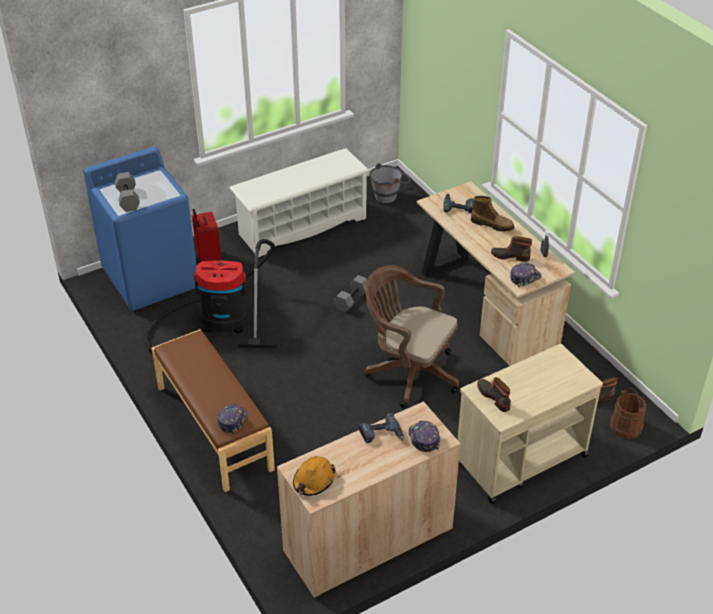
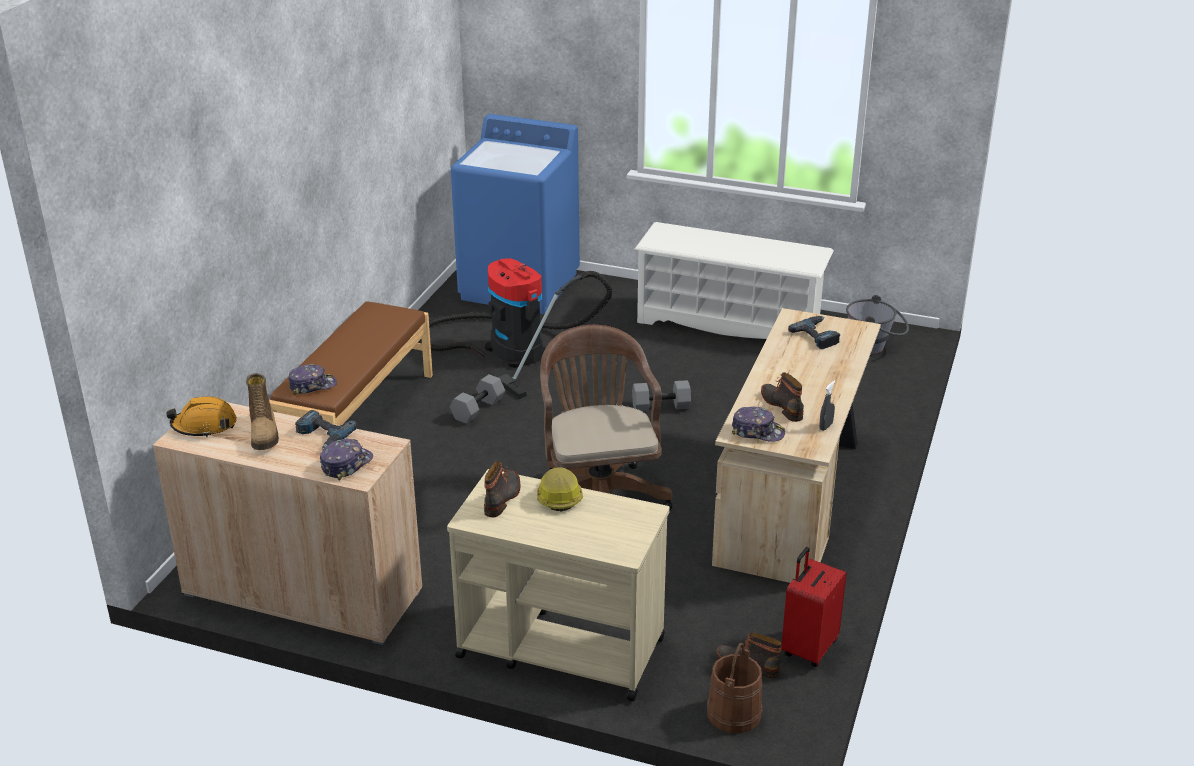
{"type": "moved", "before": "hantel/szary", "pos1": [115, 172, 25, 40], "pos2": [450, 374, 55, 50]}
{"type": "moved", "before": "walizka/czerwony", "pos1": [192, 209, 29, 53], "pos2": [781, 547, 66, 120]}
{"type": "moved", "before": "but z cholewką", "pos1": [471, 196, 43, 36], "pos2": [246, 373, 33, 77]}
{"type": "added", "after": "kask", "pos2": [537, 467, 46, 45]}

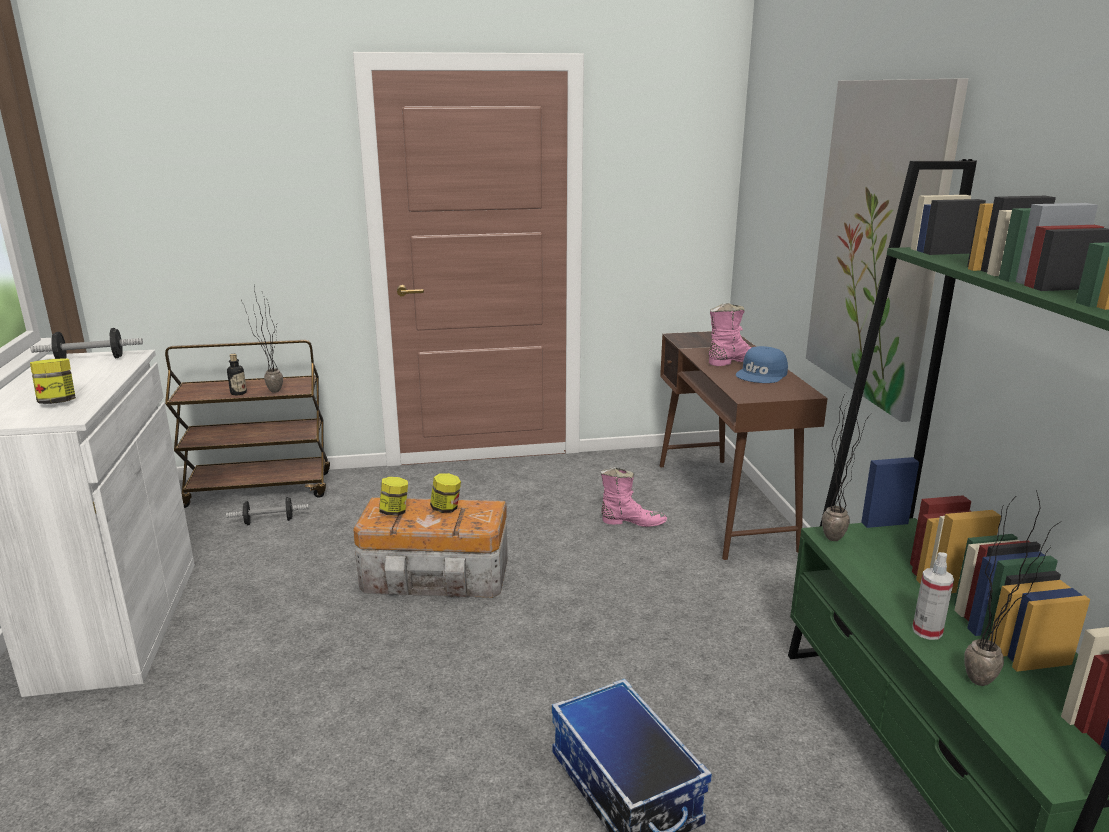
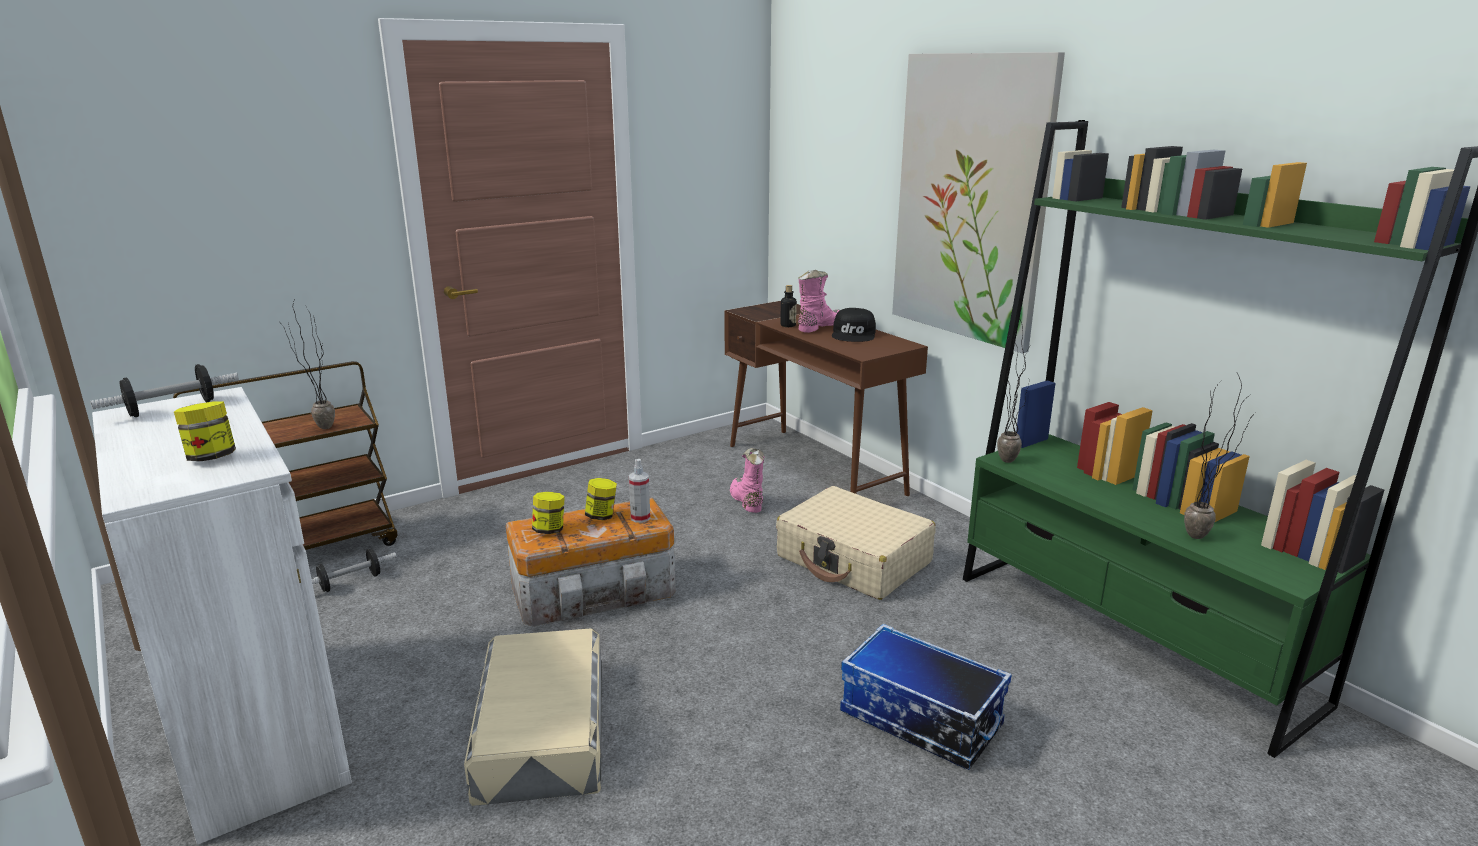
{"type": "moved", "before": "butelka", "pos1": [227, 354, 20, 41], "pos2": [780, 285, 17, 42]}
{"type": "turned", "before": "but z cholewką/różowy", "pos1": [601, 467, 66, 60], "pos2": [730, 448, 34, 65], "turn": -90}
{"type": "recoloured", "before": "czapka z daszkiem/niebieski", "after": "czapka z daszkiem/czarny", "pos1": [736, 346, 52, 37], "pos2": [832, 308, 44, 34]}
{"type": "moved", "before": "spryskiwacz", "pos1": [912, 552, 42, 88], "pos2": [629, 459, 21, 64]}
{"type": "added", "after": "pojemnik do przechowywania/beżowy", "pos2": [464, 628, 138, 178]}
{"type": "added", "after": "walizka/beżowy", "pos2": [776, 486, 160, 114]}

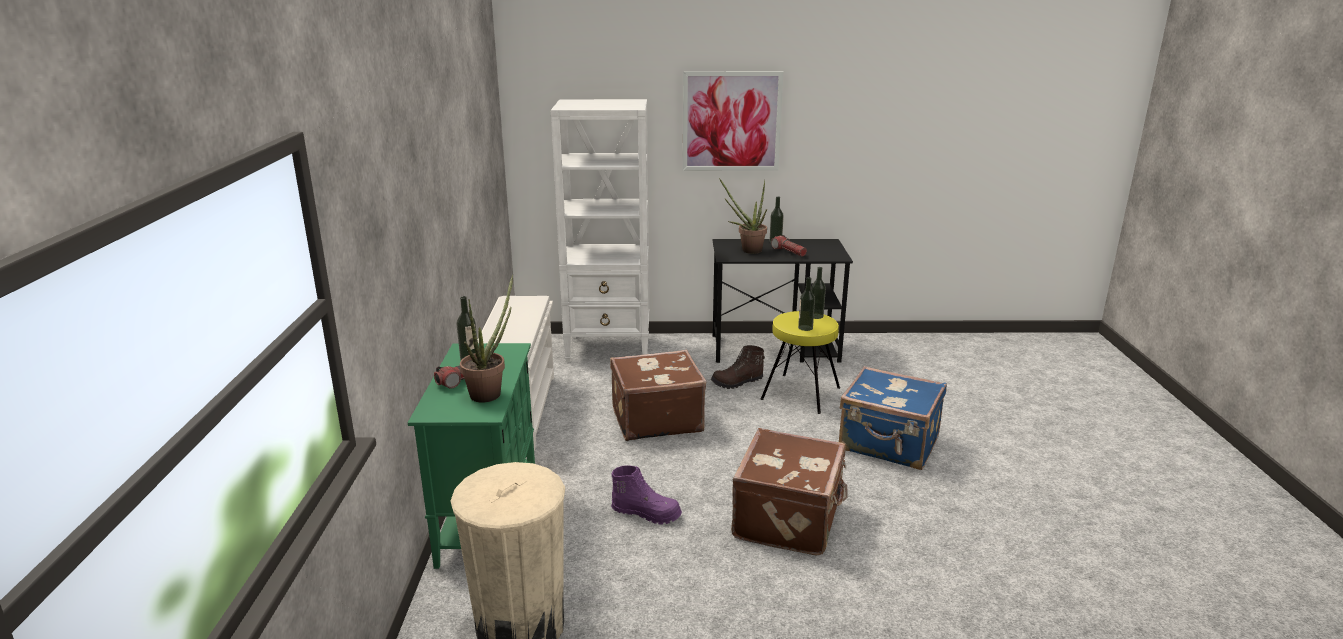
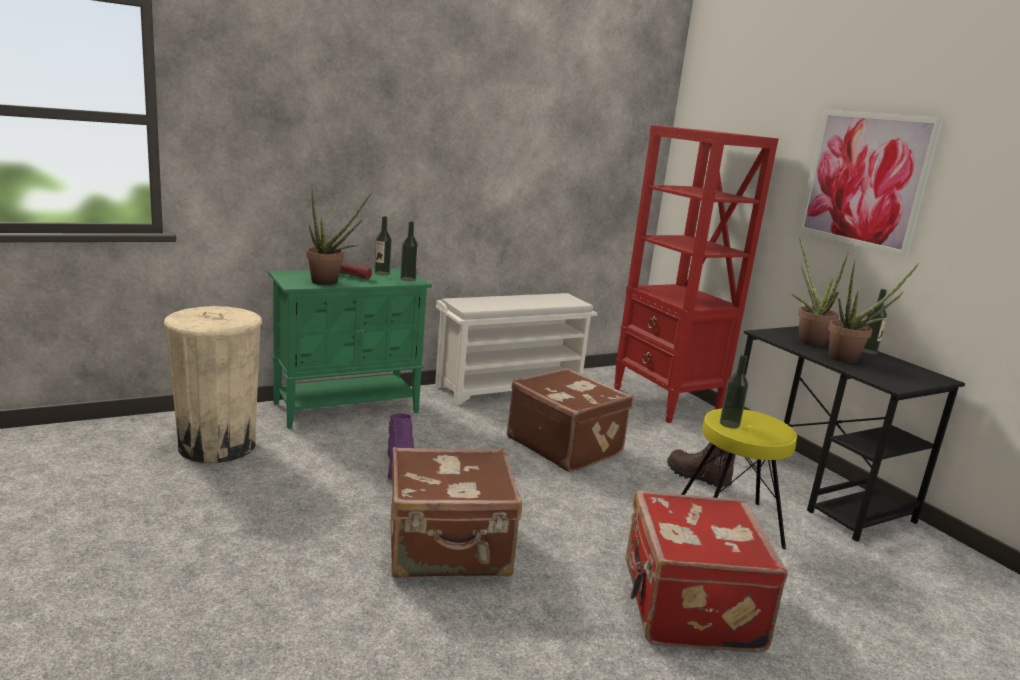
{"type": "recoloured", "before": "regał/biały", "after": "regał/czerwony", "pos1": [551, 99, 98, 263], "pos2": [614, 125, 165, 298]}
{"type": "replaced", "before": "latarka", "after": "roślina doniczkowa", "pos1": [771, 235, 36, 22], "pos2": [828, 260, 91, 103]}
{"type": "moved", "before": "butelka", "pos1": [811, 267, 15, 52], "pos2": [400, 221, 18, 60]}
{"type": "recoloured", "before": "walizka/niebieski", "after": "walizka/czerwony", "pos1": [839, 366, 108, 104], "pos2": [626, 490, 162, 163]}

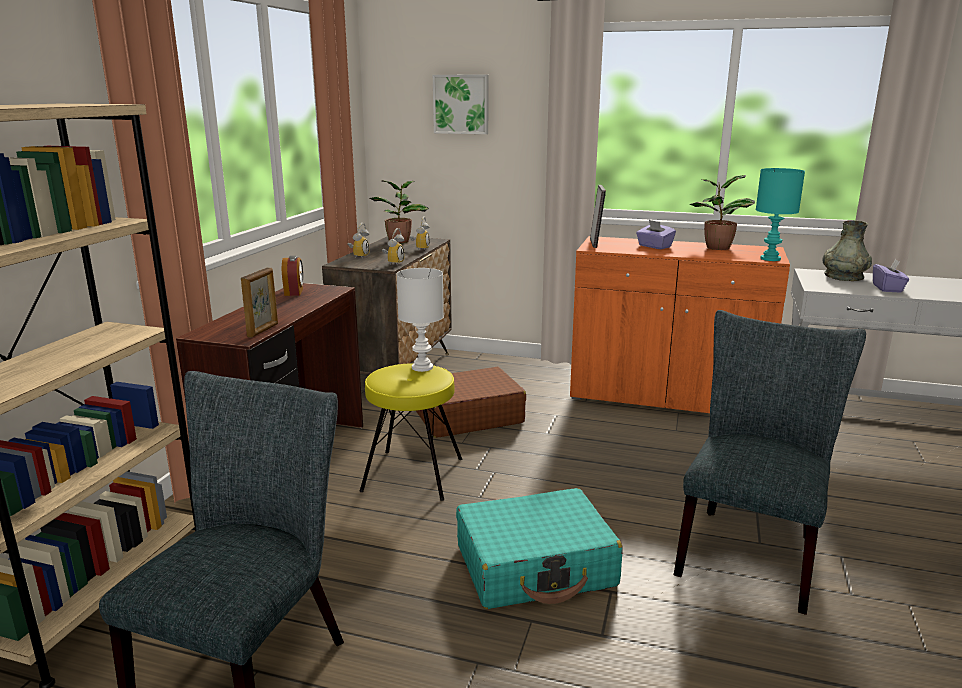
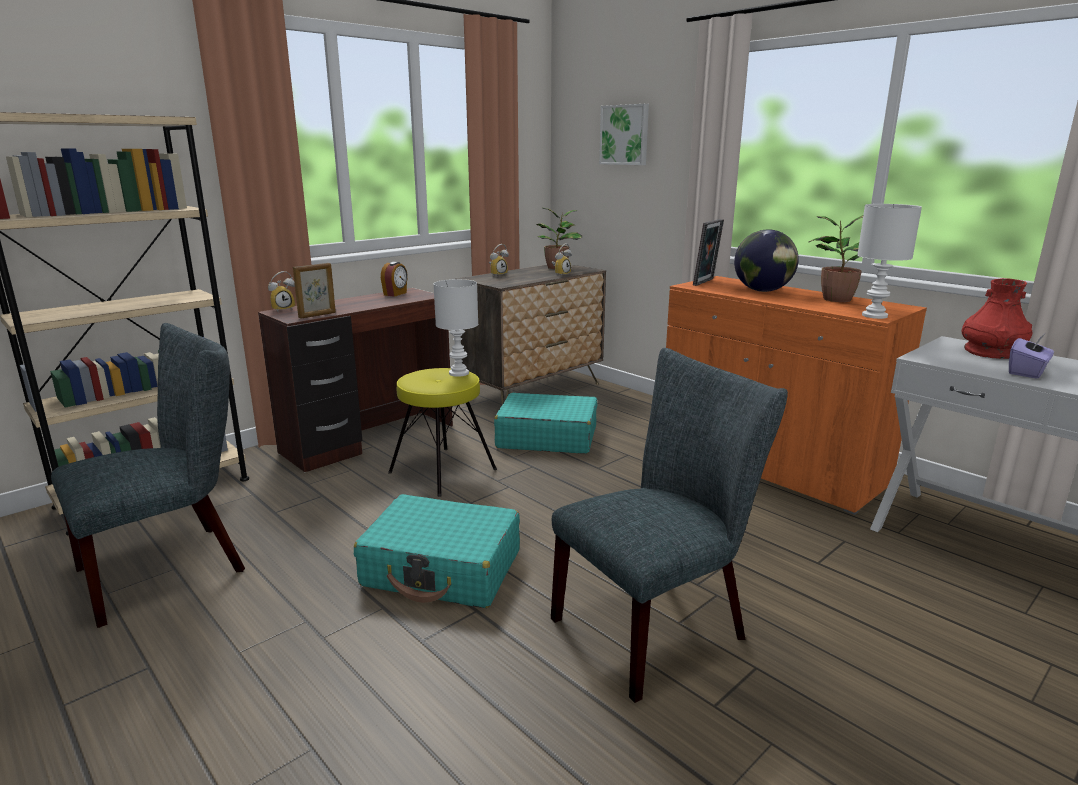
{"type": "moved", "before": "budzik", "pos1": [382, 228, 23, 38], "pos2": [268, 271, 27, 40]}
{"type": "recoloured", "before": "walizka/brązowy", "after": "walizka/turkusowy", "pos1": [416, 367, 110, 71], "pos2": [494, 393, 103, 61]}
{"type": "replaced", "before": "pudełko chusteczek/fioletowy", "after": "globus", "pos1": [636, 220, 40, 29], "pos2": [734, 229, 65, 63]}
{"type": "recoloured", "before": "lampa stołowa/turkusowy", "after": "lampa stołowa/biały", "pos1": [756, 168, 49, 93], "pos2": [857, 204, 65, 115]}
{"type": "recoloured", "before": "wazon/szary", "after": "wazon/czerwony", "pos1": [822, 220, 50, 61], "pos2": [962, 278, 71, 81]}

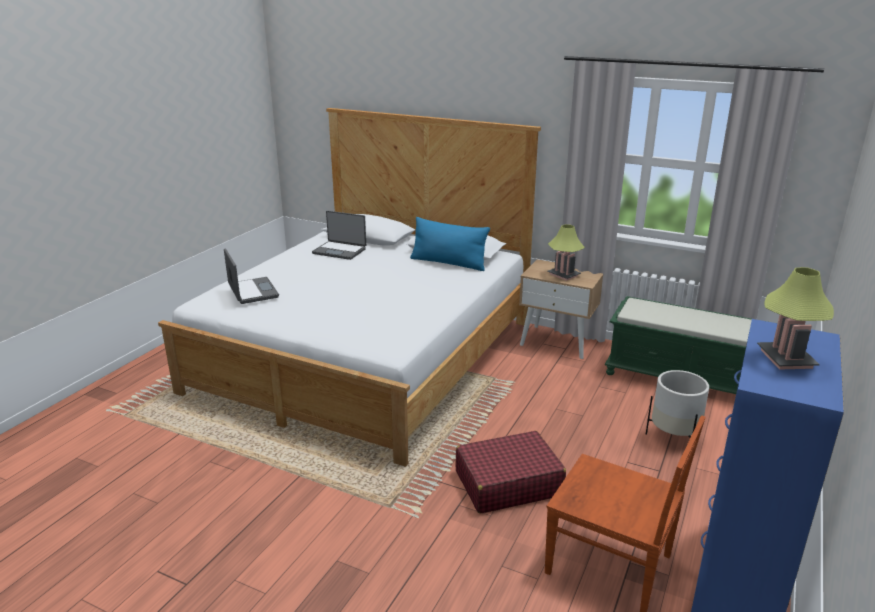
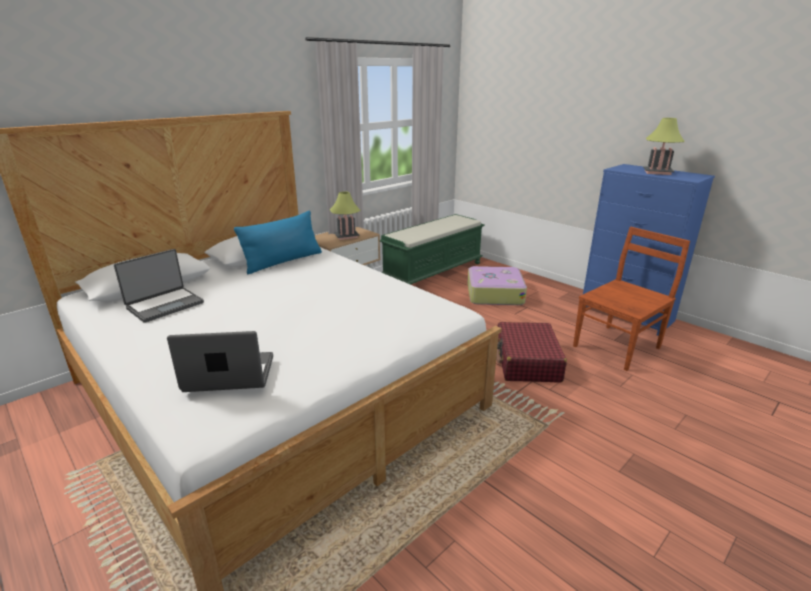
{"type": "replaced", "before": "donica/biały", "after": "walizka", "pos1": [646, 370, 63, 68], "pos2": [468, 266, 59, 39]}

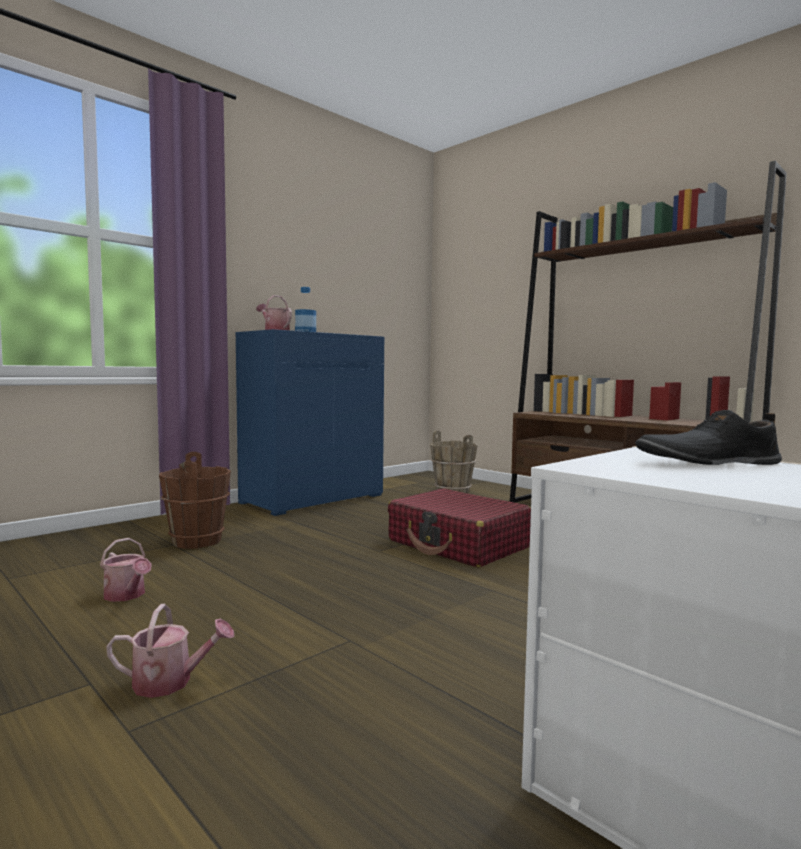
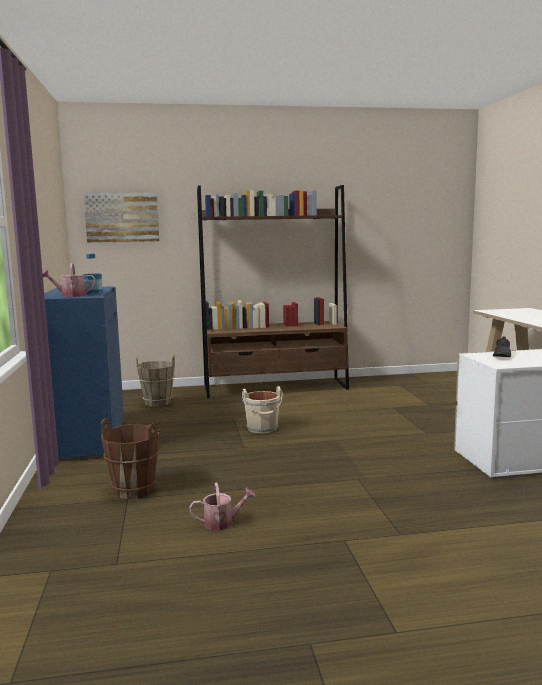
{"type": "removed", "before": "konewka", "pos1": [106, 604, 128, 94]}
{"type": "replaced", "before": "walizka/czerwony", "after": "wiadro/beżowy", "pos1": [388, 488, 143, 80], "pos2": [242, 386, 41, 47]}
{"type": "added", "after": "obraz", "pos2": [84, 193, 75, 50]}

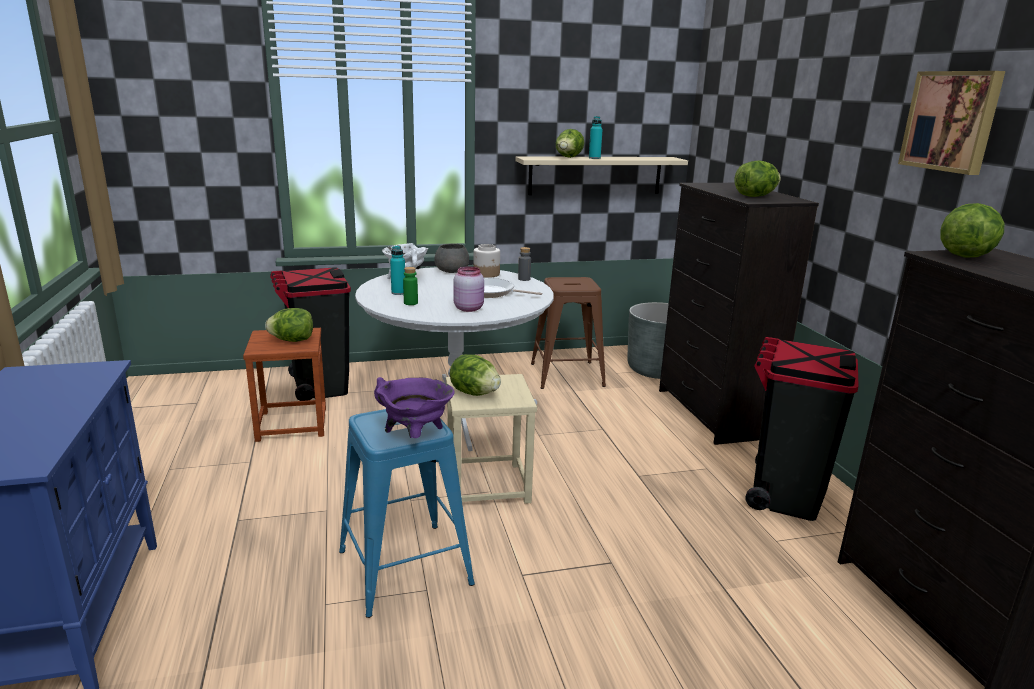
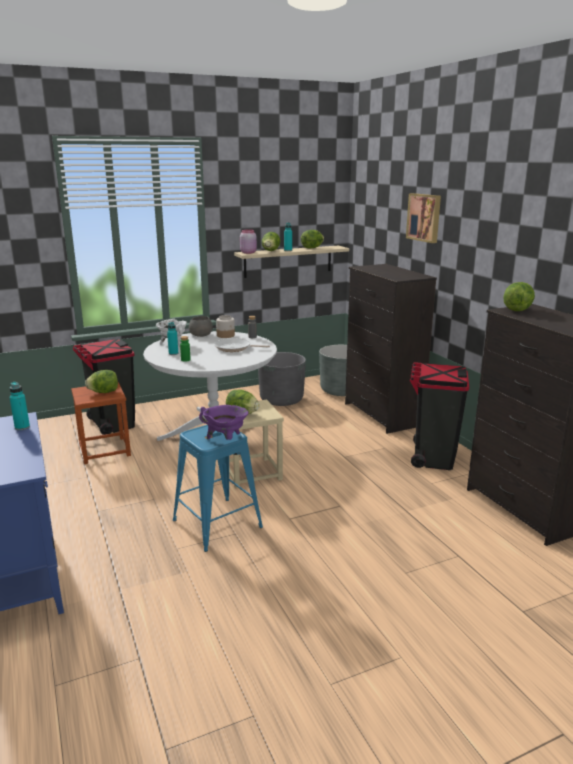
{"type": "moved", "before": "słoik/różowy", "pos1": [453, 267, 31, 45], "pos2": [240, 229, 17, 25]}
{"type": "replaced", "before": "stołek/brązowy", "after": "donica/szary", "pos1": [531, 277, 75, 112], "pos2": [258, 352, 48, 54]}
{"type": "moved", "before": "sałata", "pos1": [734, 161, 47, 36], "pos2": [301, 230, 23, 19]}
{"type": "moved", "before": "obraz", "pos1": [898, 71, 107, 104], "pos2": [406, 193, 35, 50]}
{"type": "added", "after": "butelka/turkusowy", "pos2": [9, 382, 21, 48]}

